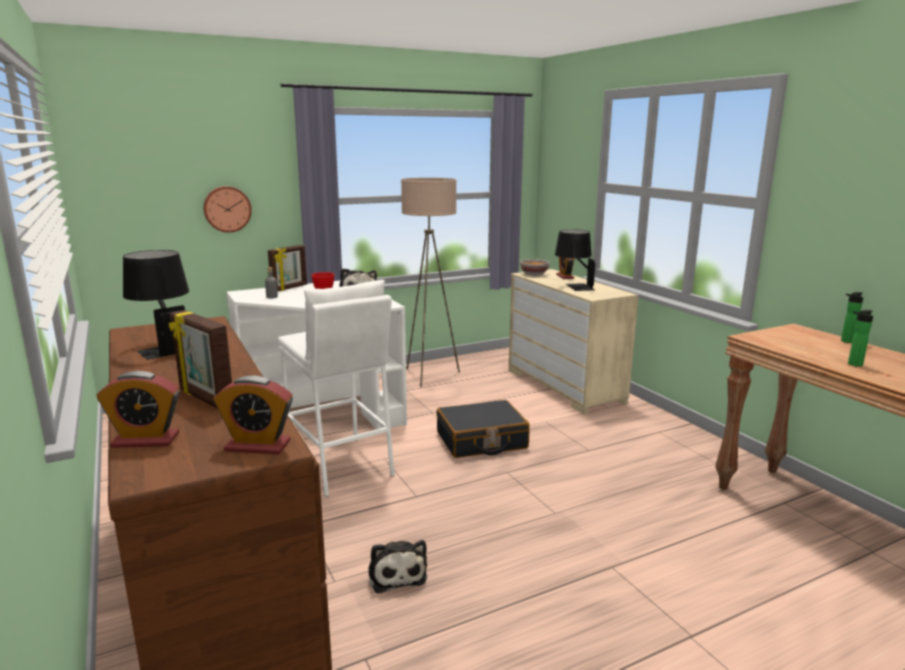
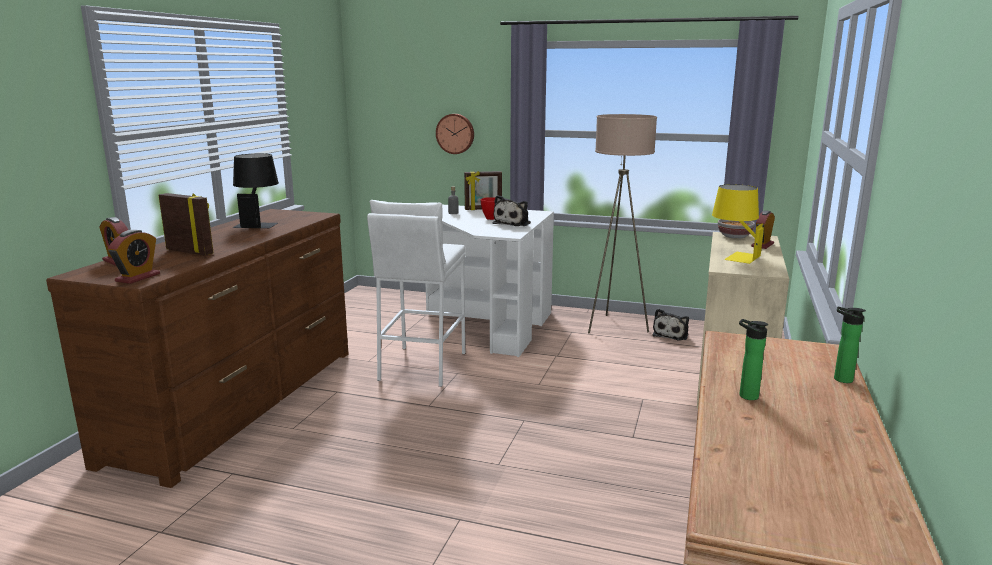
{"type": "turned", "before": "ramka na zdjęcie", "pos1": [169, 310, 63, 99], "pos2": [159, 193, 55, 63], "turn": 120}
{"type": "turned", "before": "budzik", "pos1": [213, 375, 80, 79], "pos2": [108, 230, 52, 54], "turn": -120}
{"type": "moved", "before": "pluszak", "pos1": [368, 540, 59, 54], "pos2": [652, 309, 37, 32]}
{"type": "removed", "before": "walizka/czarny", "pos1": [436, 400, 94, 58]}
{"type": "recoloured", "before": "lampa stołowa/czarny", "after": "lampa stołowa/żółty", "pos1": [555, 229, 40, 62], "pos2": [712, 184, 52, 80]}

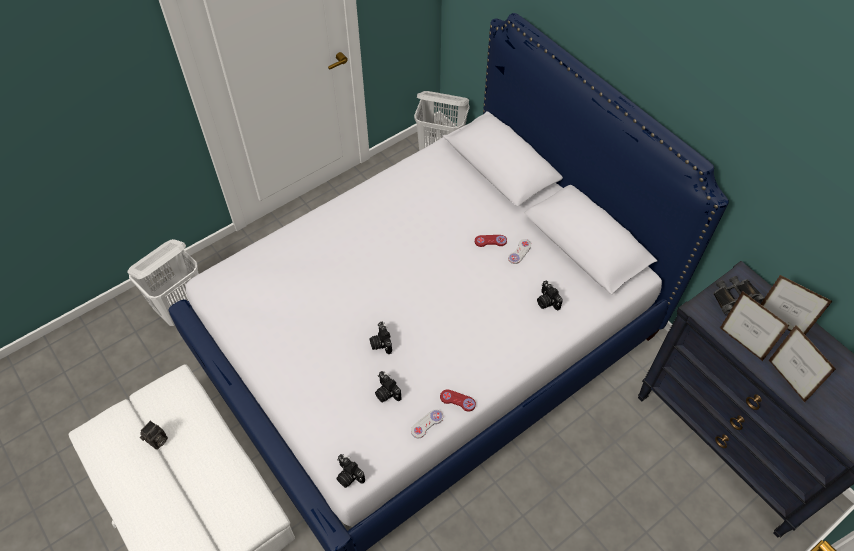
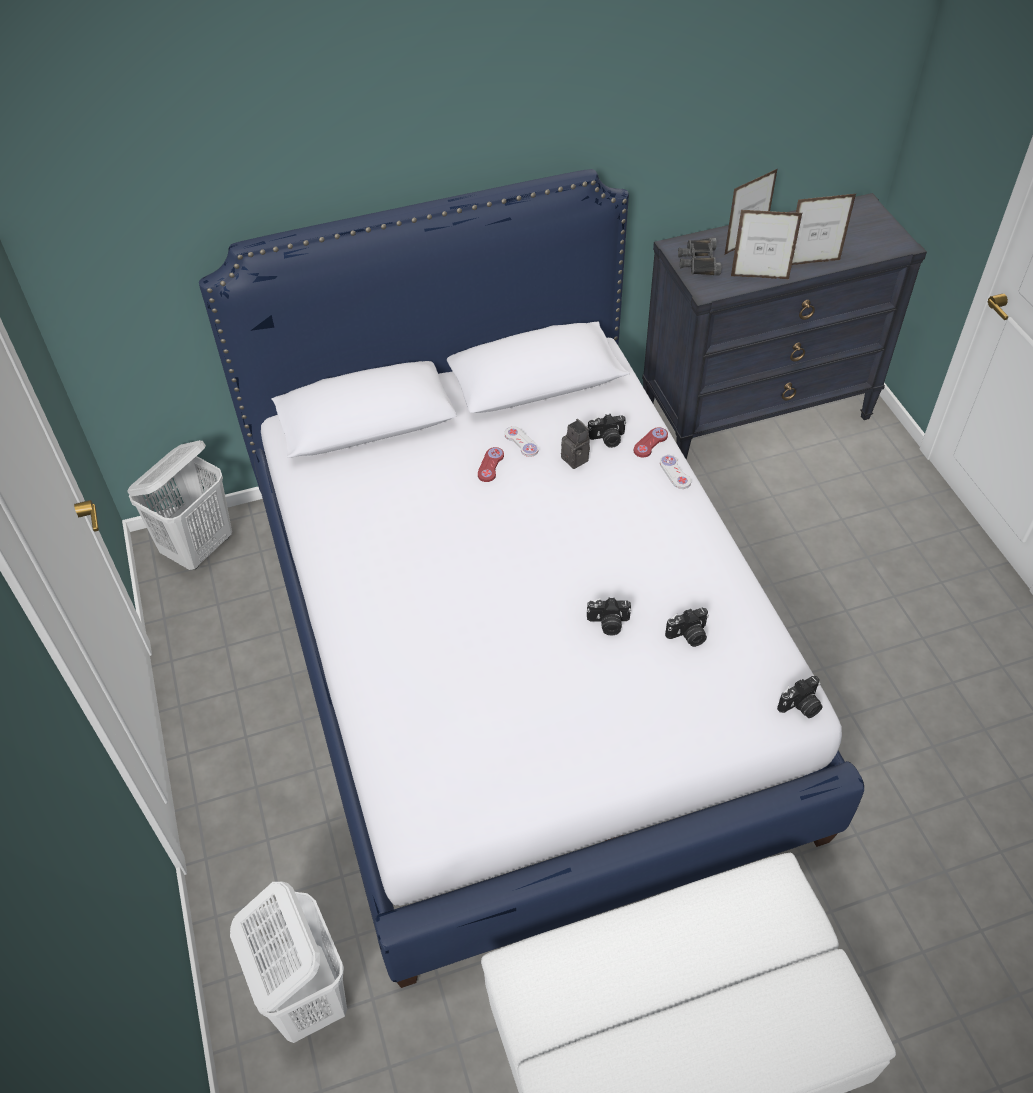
{"type": "moved", "before": "aparat fotograficzny", "pos1": [140, 421, 28, 29], "pos2": [561, 419, 29, 50]}
{"type": "moved", "before": "pad do gier/biały", "pos1": [411, 409, 32, 29], "pos2": [660, 455, 31, 34]}
{"type": "moved", "before": "pad do gier/czerwony", "pos1": [440, 389, 36, 23], "pos2": [634, 427, 34, 31]}
{"type": "turned", "before": "ramka na zdjęcie", "pos1": [720, 291, 69, 70], "pos2": [731, 210, 71, 69], "turn": -150}

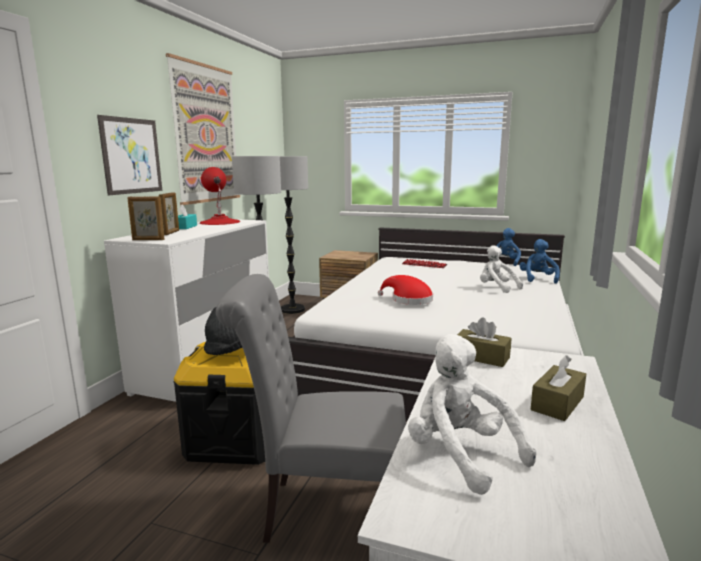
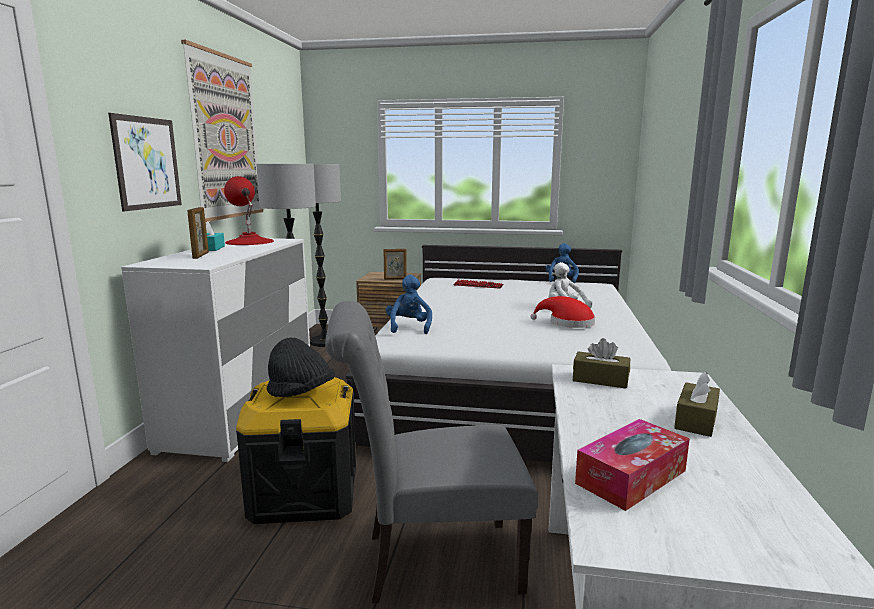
{"type": "moved", "before": "ramka na zdjęcie", "pos1": [127, 197, 38, 43], "pos2": [384, 249, 23, 31]}
{"type": "moved", "before": "kapelusz/czerwony", "pos1": [378, 275, 55, 30], "pos2": [530, 296, 65, 32]}
{"type": "replaced", "before": "pluszak/biały", "after": "pudełko chusteczek", "pos1": [408, 334, 129, 161], "pos2": [575, 419, 115, 92]}
{"type": "moved", "before": "pluszak/niebieski", "pos1": [520, 239, 40, 45], "pos2": [386, 275, 46, 59]}

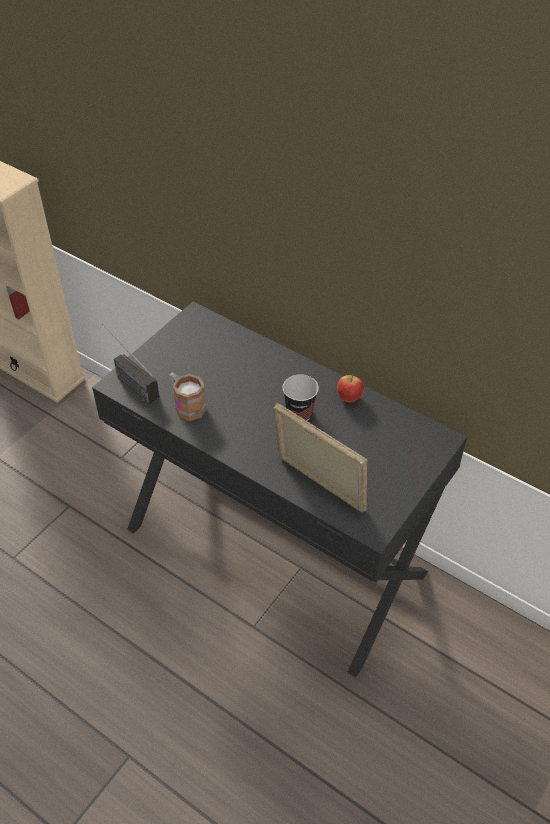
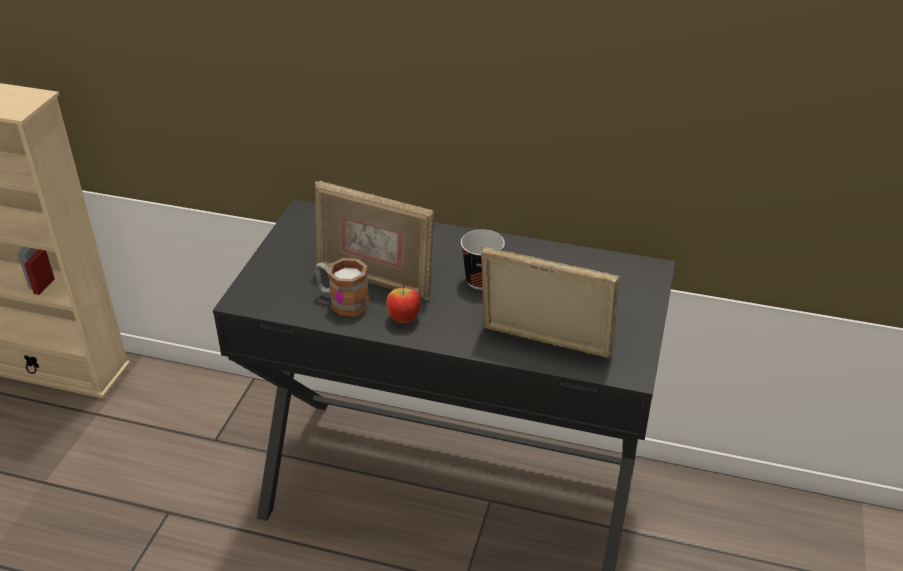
{"type": "removed", "before": "radio", "pos1": [102, 324, 57, 80]}
{"type": "moved", "before": "jabłko", "pos1": [337, 374, 27, 28], "pos2": [386, 284, 35, 39]}
{"type": "added", "after": "ramka na zdjęcie", "pos2": [315, 181, 119, 119]}

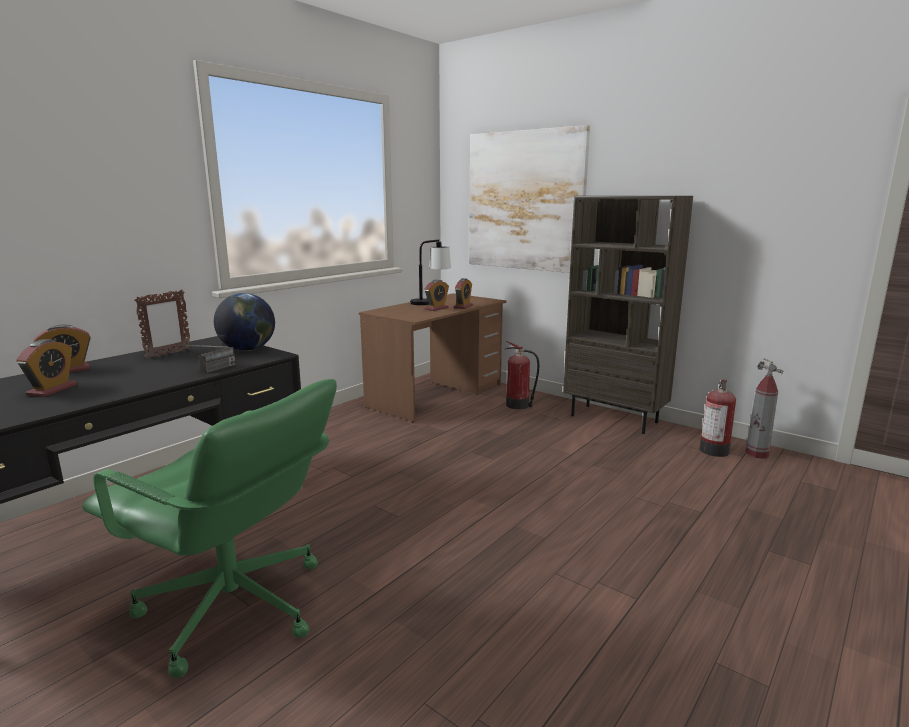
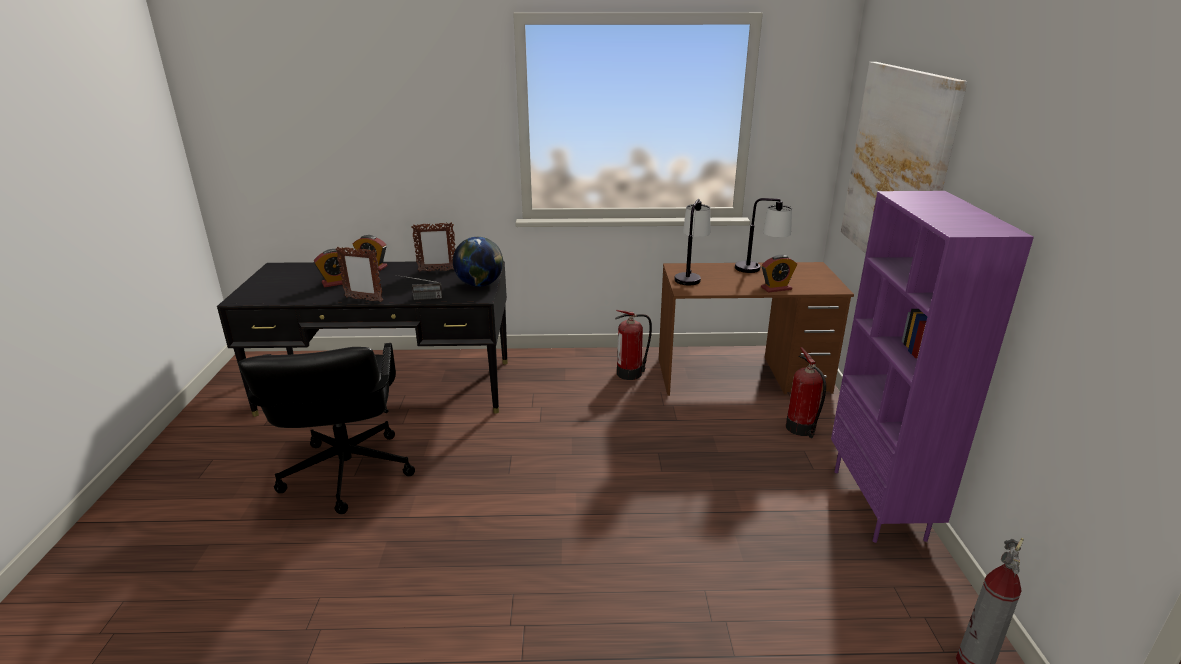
{"type": "recoloured", "before": "krzesło biurowe/zielony", "after": "krzesło biurowe/czarny", "pos1": [82, 379, 255, 299], "pos2": [238, 343, 177, 171]}
{"type": "removed", "before": "budzik", "pos1": [424, 280, 25, 31]}
{"type": "recoloured", "before": "regał/brązowy", "after": "regał/fioletowy", "pos1": [563, 196, 130, 238], "pos2": [831, 191, 203, 352]}
{"type": "moved", "before": "gaśnica", "pos1": [699, 379, 37, 78], "pos2": [615, 310, 37, 70]}
{"type": "added", "after": "ramka na zdjęcie", "pos2": [336, 247, 47, 55]}
{"type": "added", "after": "lampa stołowa", "pos2": [674, 199, 36, 86]}

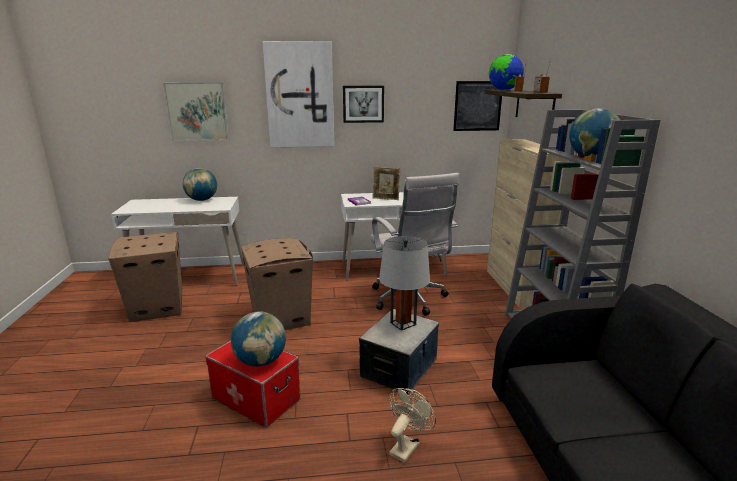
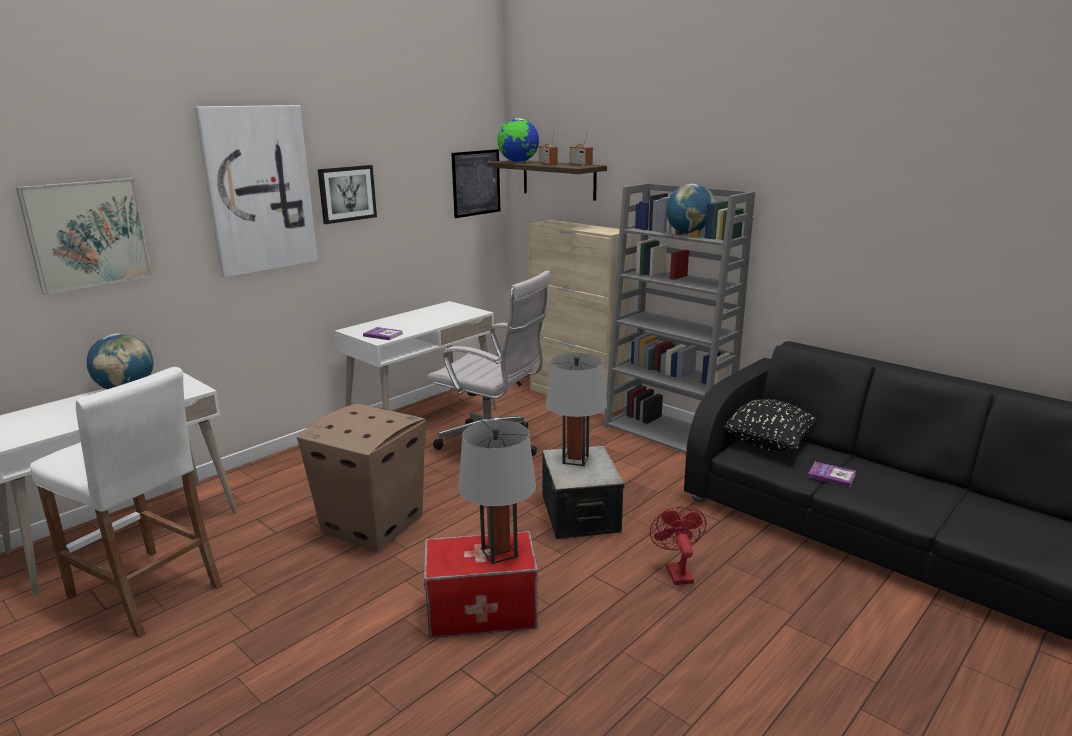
{"type": "replaced", "before": "karton", "after": "stołek/biały", "pos1": [109, 232, 73, 91], "pos2": [30, 367, 192, 271]}
{"type": "replaced", "before": "globus", "after": "lampa stołowa/szary", "pos1": [231, 311, 55, 56], "pos2": [459, 420, 77, 144]}
{"type": "removed", "before": "ramka na zdjęcie", "pos1": [373, 167, 28, 33]}
{"type": "recoloured", "before": "wentylator/beżowy", "after": "wentylator/czerwony", "pos1": [389, 388, 47, 75], "pos2": [650, 506, 57, 79]}
{"type": "added", "after": "poduszka/czarny", "pos2": [724, 399, 93, 52]}
{"type": "added", "after": "książka", "pos2": [808, 462, 48, 25]}

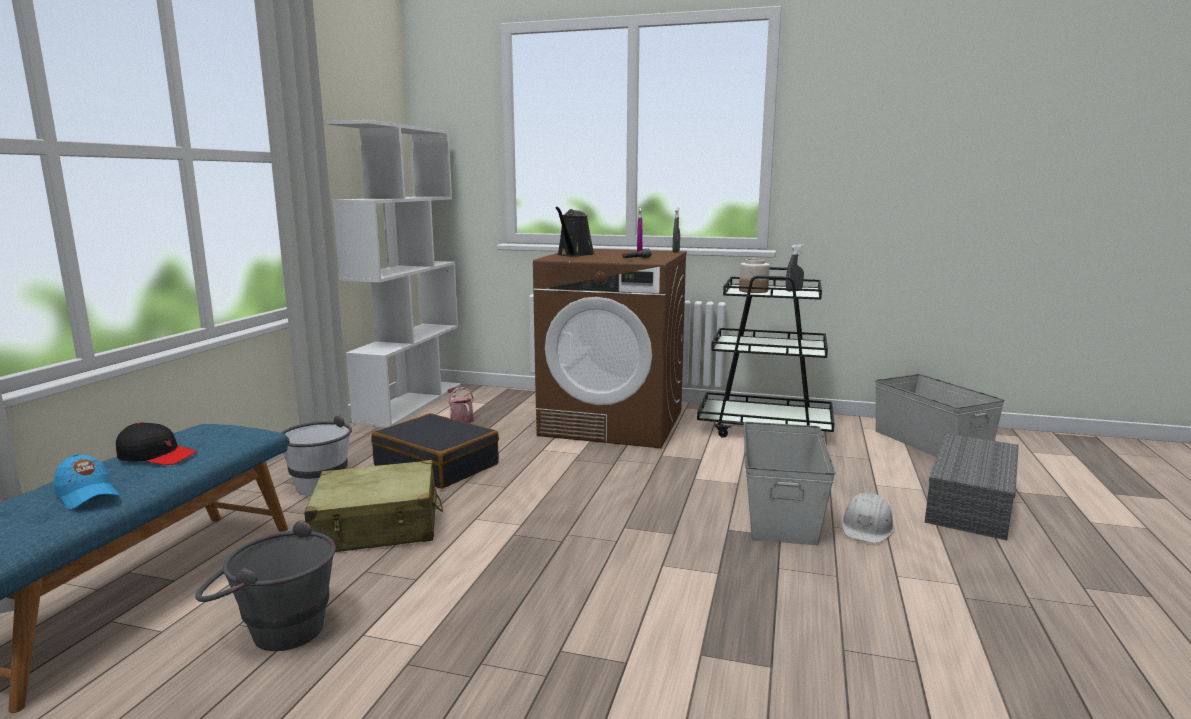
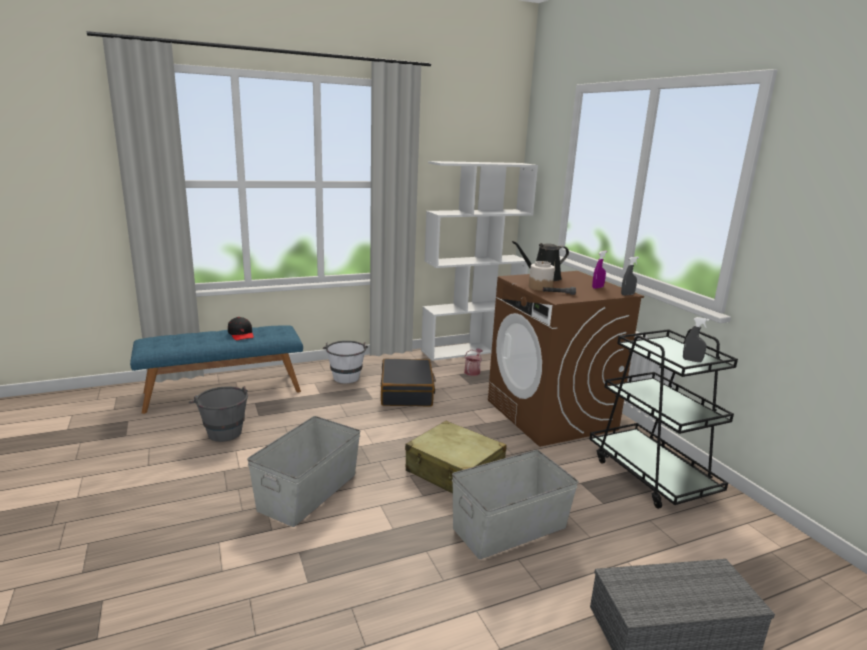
{"type": "removed", "before": "czapka z daszkiem/niebieski", "pos1": [54, 454, 65, 55]}
{"type": "moved", "before": "walizka/beżowy", "pos1": [305, 460, 138, 92], "pos2": [405, 421, 101, 72]}
{"type": "moved", "before": "słoik", "pos1": [739, 259, 31, 34], "pos2": [529, 261, 26, 30]}
{"type": "removed", "before": "kask/biały", "pos1": [841, 492, 54, 51]}
{"type": "moved", "before": "pojemnik do przechowywania/szary", "pos1": [875, 374, 130, 83], "pos2": [247, 416, 114, 111]}

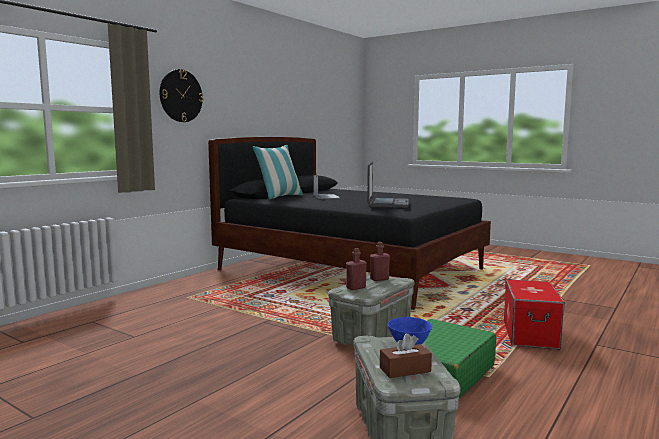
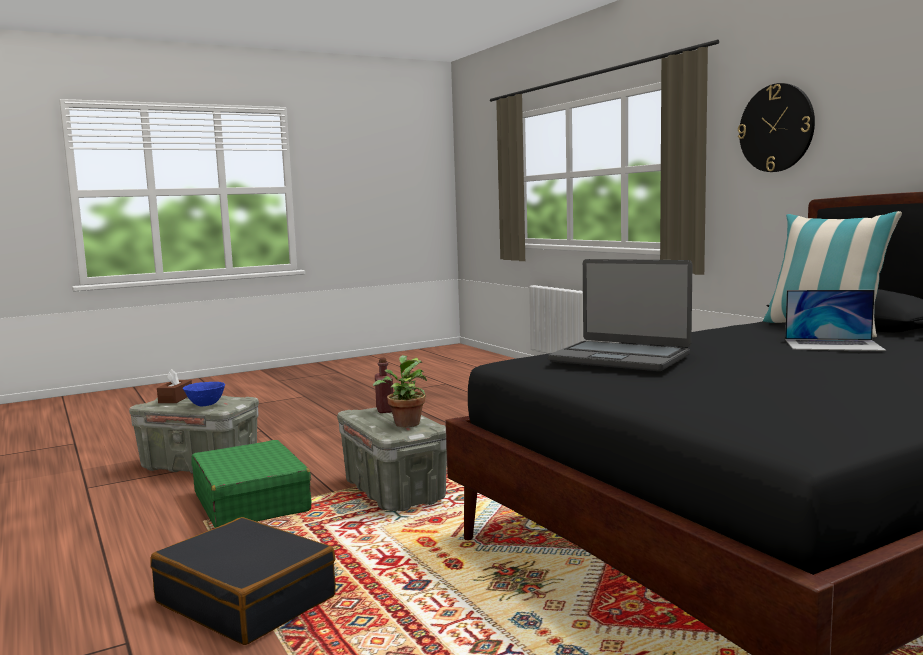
{"type": "replaced", "before": "butelka/czerwony", "after": "roślina doniczkowa", "pos1": [370, 242, 20, 39], "pos2": [373, 355, 54, 72]}
{"type": "replaced", "before": "pojemnik do przechowywania", "after": "walizka/czarny", "pos1": [504, 279, 61, 70], "pos2": [150, 517, 186, 128]}

